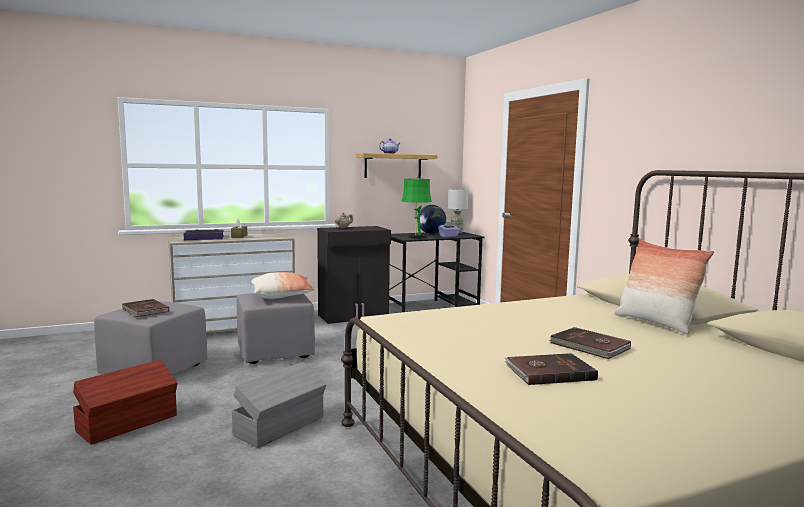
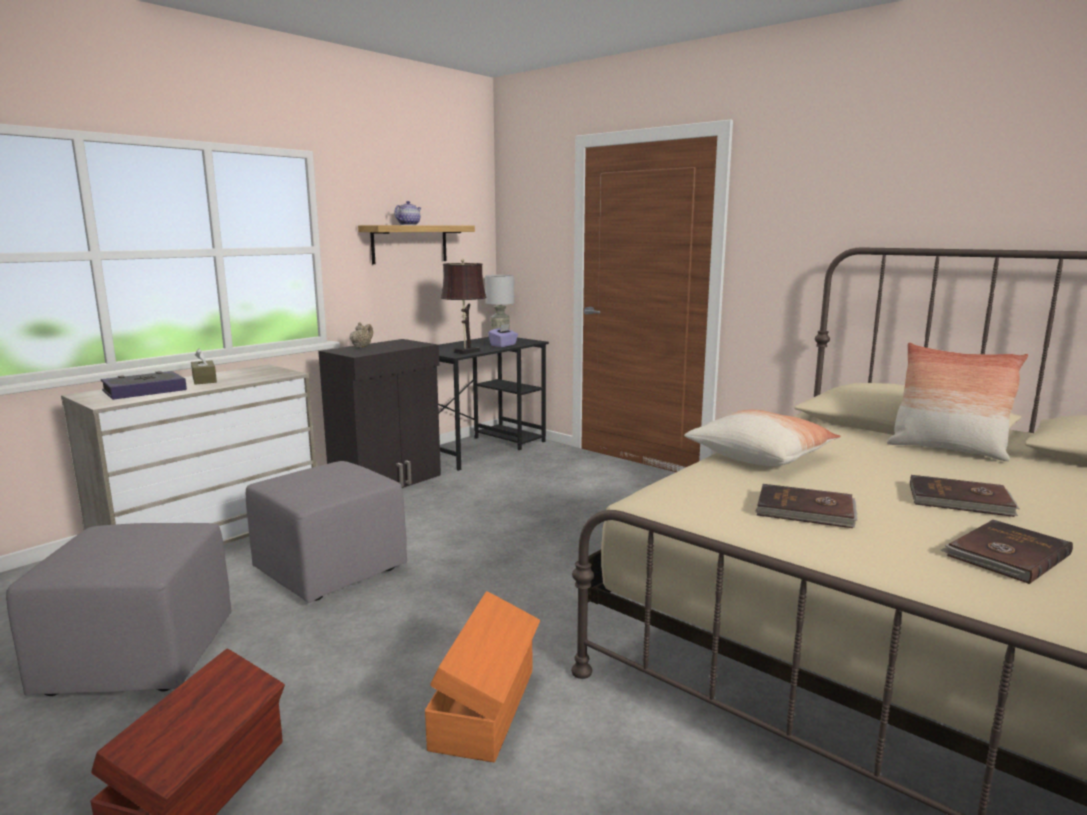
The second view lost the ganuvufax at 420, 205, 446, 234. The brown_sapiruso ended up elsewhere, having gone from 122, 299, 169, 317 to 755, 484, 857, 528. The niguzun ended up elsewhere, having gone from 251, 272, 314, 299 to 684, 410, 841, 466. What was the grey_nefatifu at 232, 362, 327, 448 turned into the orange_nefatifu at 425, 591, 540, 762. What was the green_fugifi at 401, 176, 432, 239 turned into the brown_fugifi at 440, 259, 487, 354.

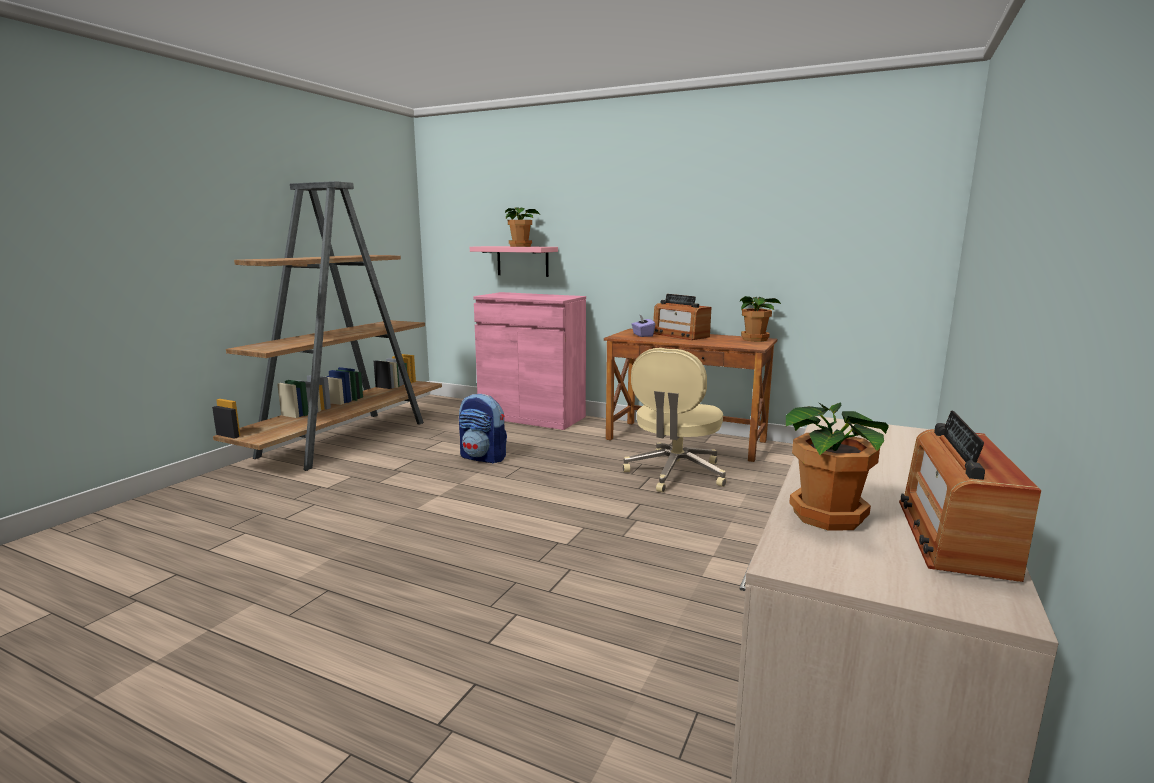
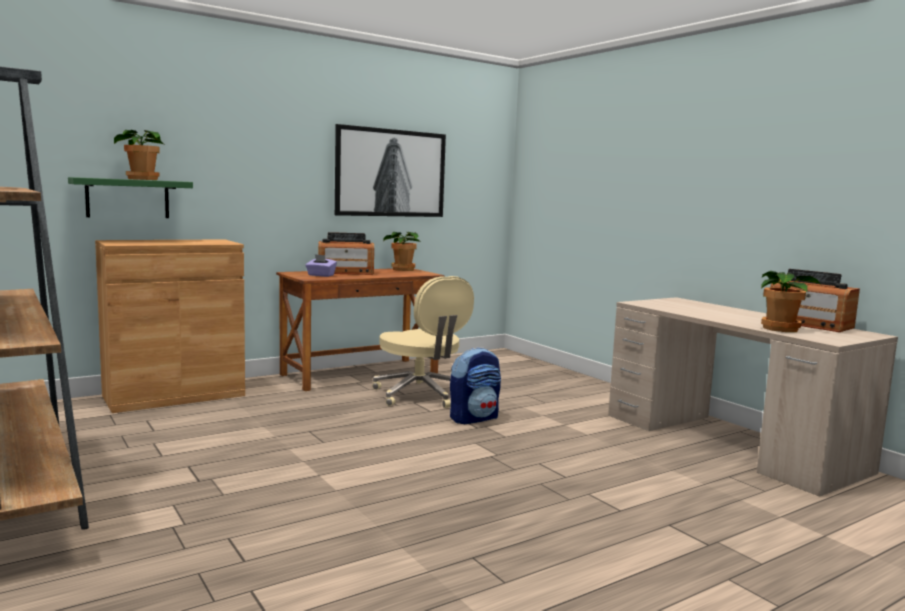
The second view gained the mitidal at 335, 124, 446, 217. The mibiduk ended up elsewhere, having gone from 459, 394, 507, 464 to 450, 348, 501, 424. What was the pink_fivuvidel at 470, 246, 558, 277 turned into the green_fivuvidel at 68, 177, 193, 218. What was the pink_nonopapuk at 473, 292, 586, 430 turned into the brown_nonopapuk at 95, 240, 245, 413.

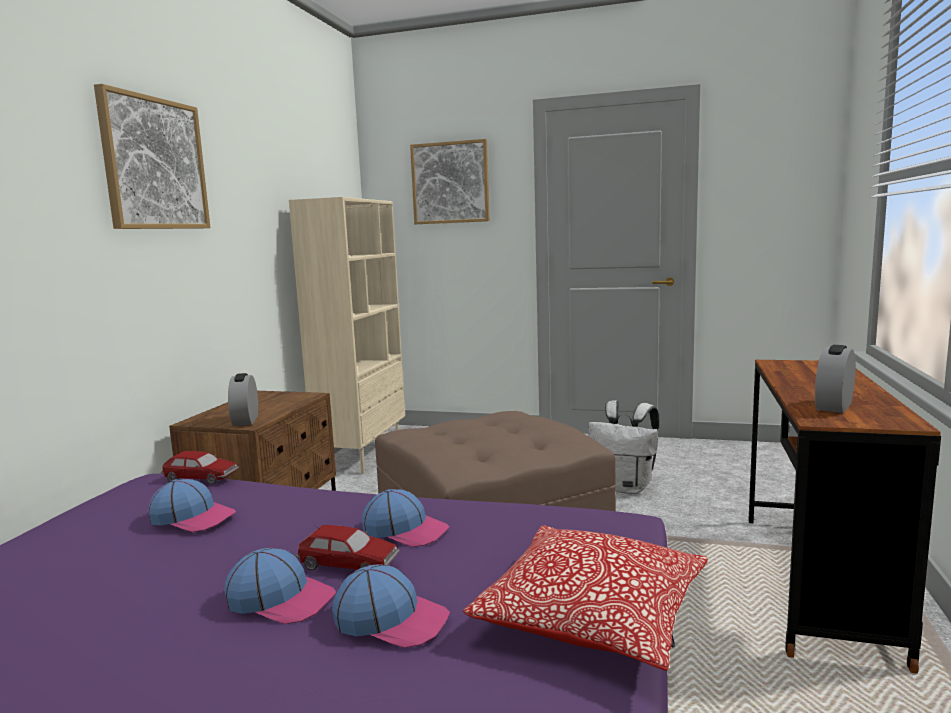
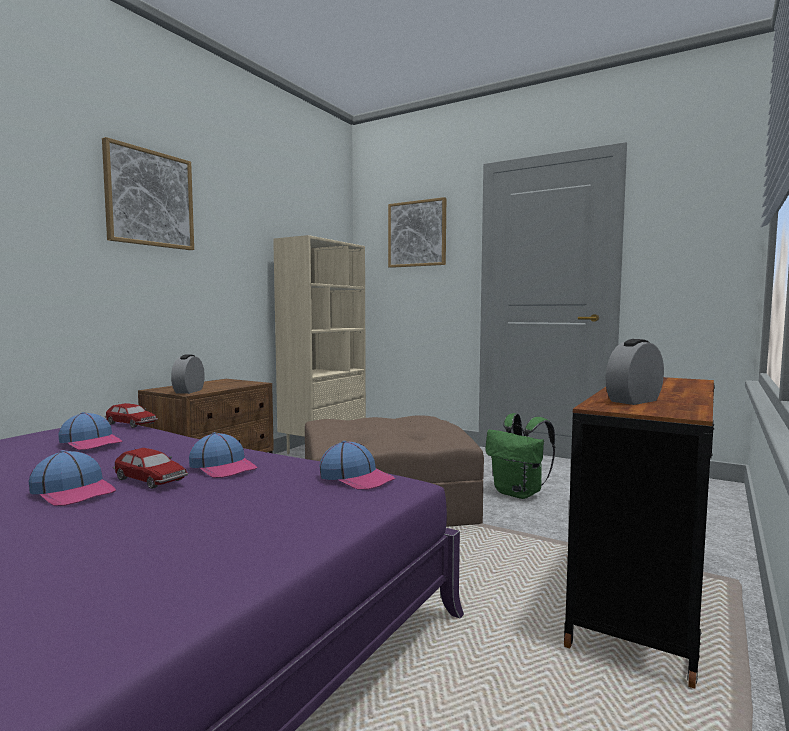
The second view lost the niguzun at 463, 525, 708, 671. The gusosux ended up elsewhere, having gone from 332, 564, 450, 648 to 320, 441, 395, 490. What was the white_mibiduk at 588, 400, 659, 494 turned into the green_mibiduk at 485, 413, 555, 499.

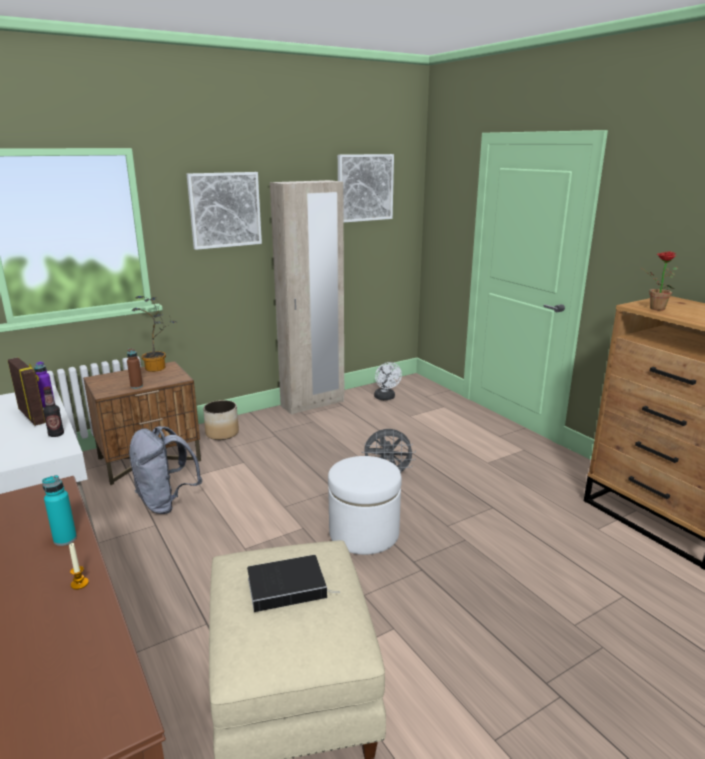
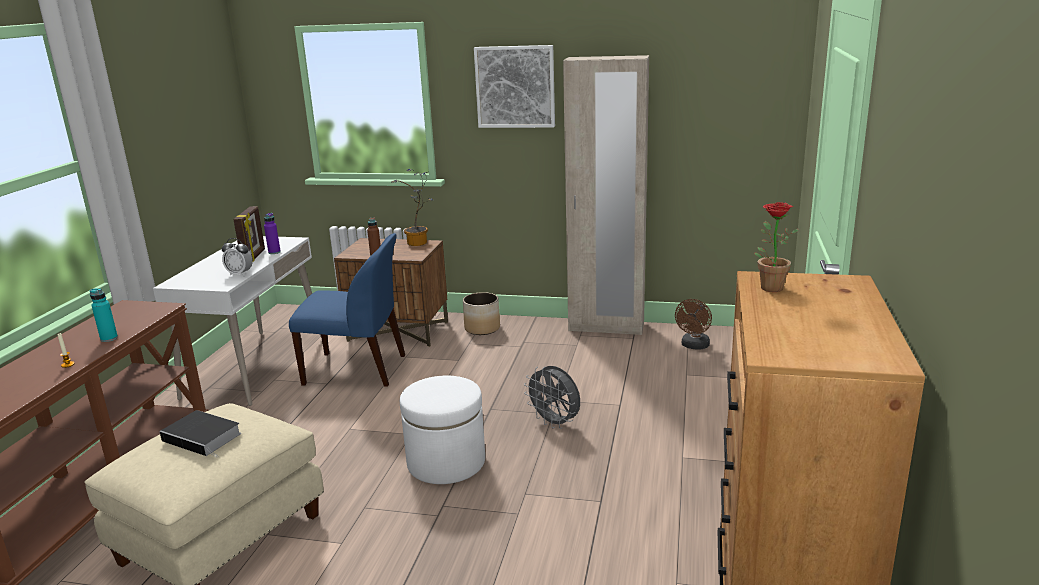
The second view lost the mitidal at 338, 154, 394, 223. Where the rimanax stood at 43, 387, 64, 437, the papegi came to stand at 222, 238, 253, 276. Where the grey_mibiduk stood at 129, 426, 202, 514, the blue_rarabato came to stand at 289, 233, 405, 387. What was the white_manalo at 374, 362, 402, 400 turned into the brown_manalo at 675, 299, 712, 350.

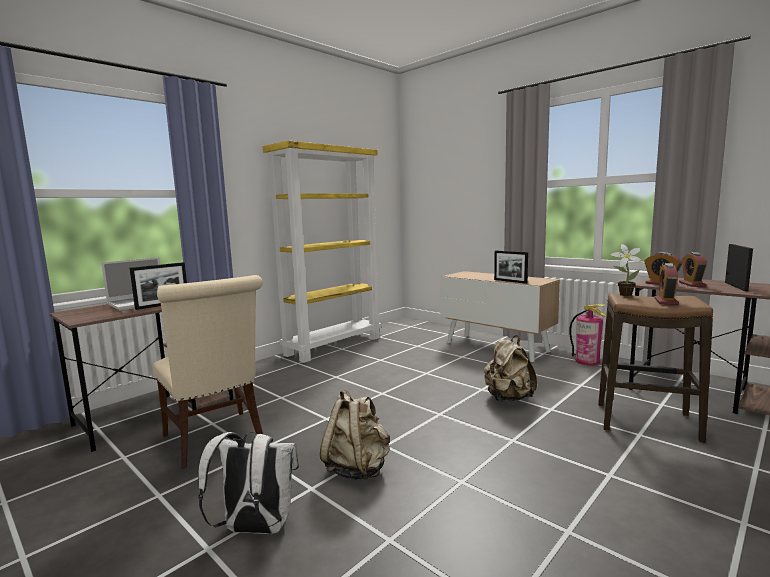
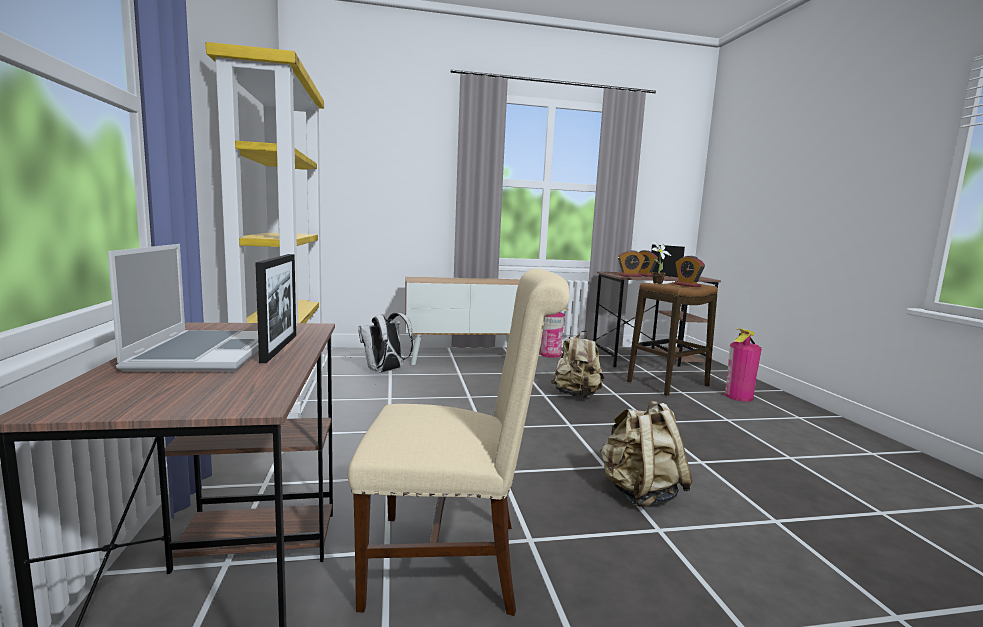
The second view lost the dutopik at 494, 250, 528, 284. The second view gained the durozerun at 725, 329, 762, 401. The white_mibiduk ended up elsewhere, having gone from 198, 432, 299, 534 to 358, 313, 413, 373.

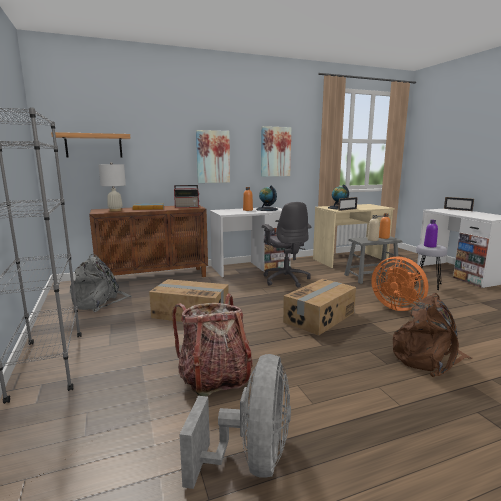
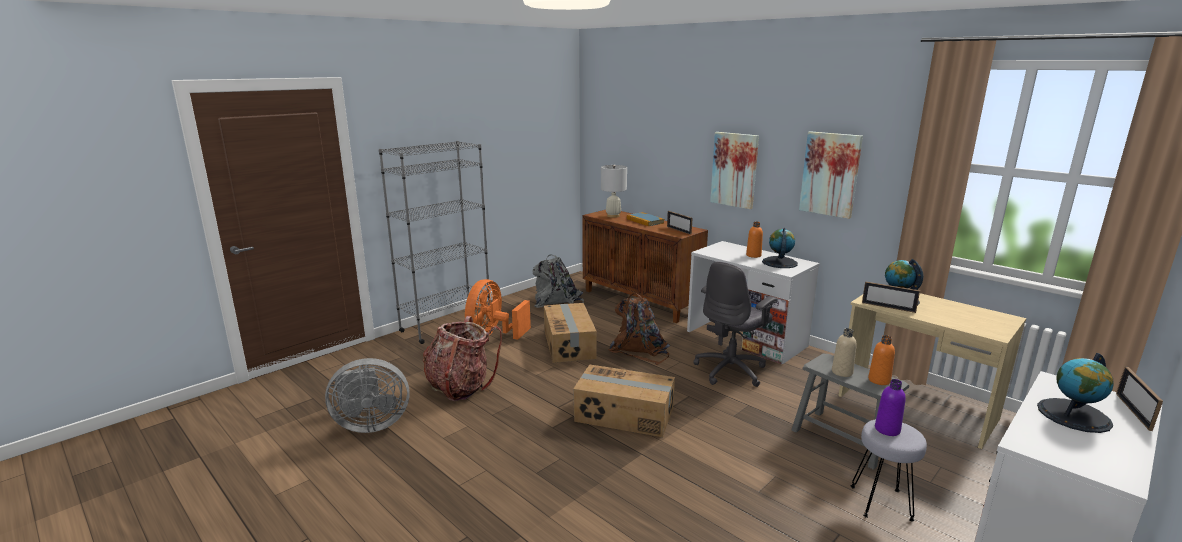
The second view lost the fivuvidel at 51, 132, 130, 158. The second view gained the ganuvufax at 1037, 353, 1114, 433. The orange_manalo ended up elsewhere, having gone from 371, 257, 428, 311 to 465, 279, 531, 340. The brown_mibiduk ended up elsewhere, having gone from 393, 293, 472, 377 to 608, 293, 670, 365. Where the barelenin stood at 174, 185, 199, 208, the dutopik came to stand at 667, 211, 692, 235.

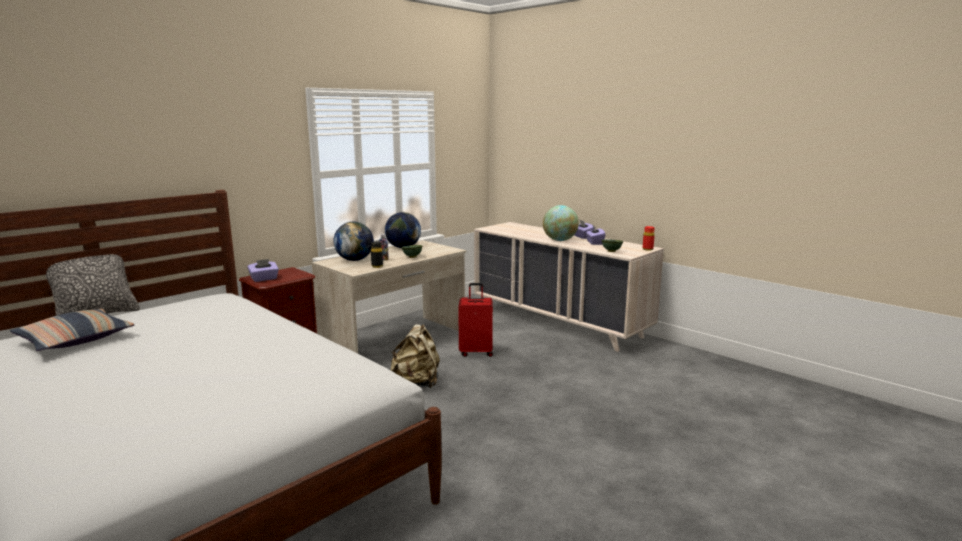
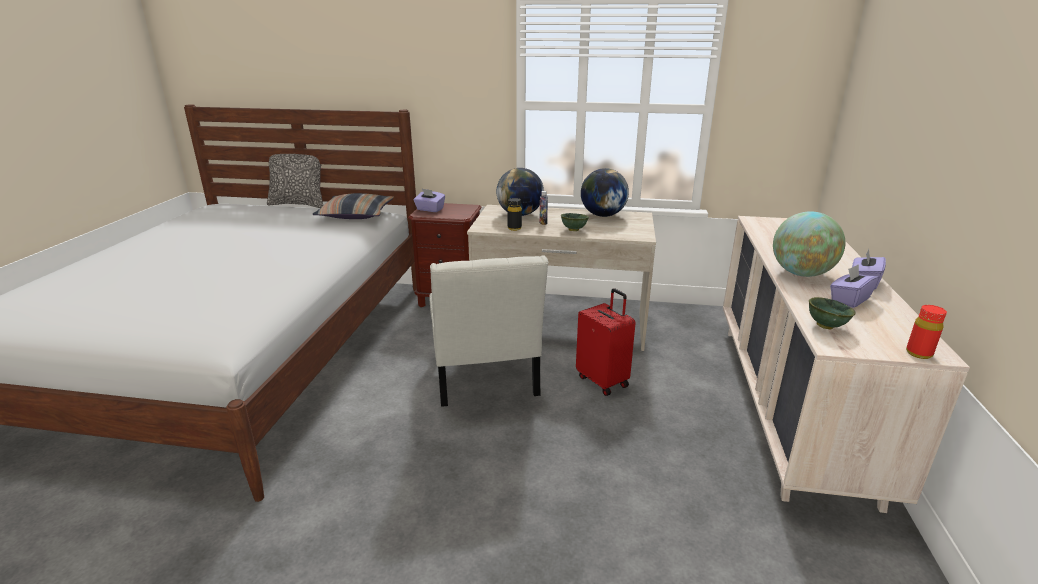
The niguzun ended up elsewhere, having gone from 10, 309, 134, 351 to 312, 193, 394, 219. Where the beige_mibiduk stood at 391, 324, 440, 388, the white_rarabato came to stand at 429, 255, 548, 407.

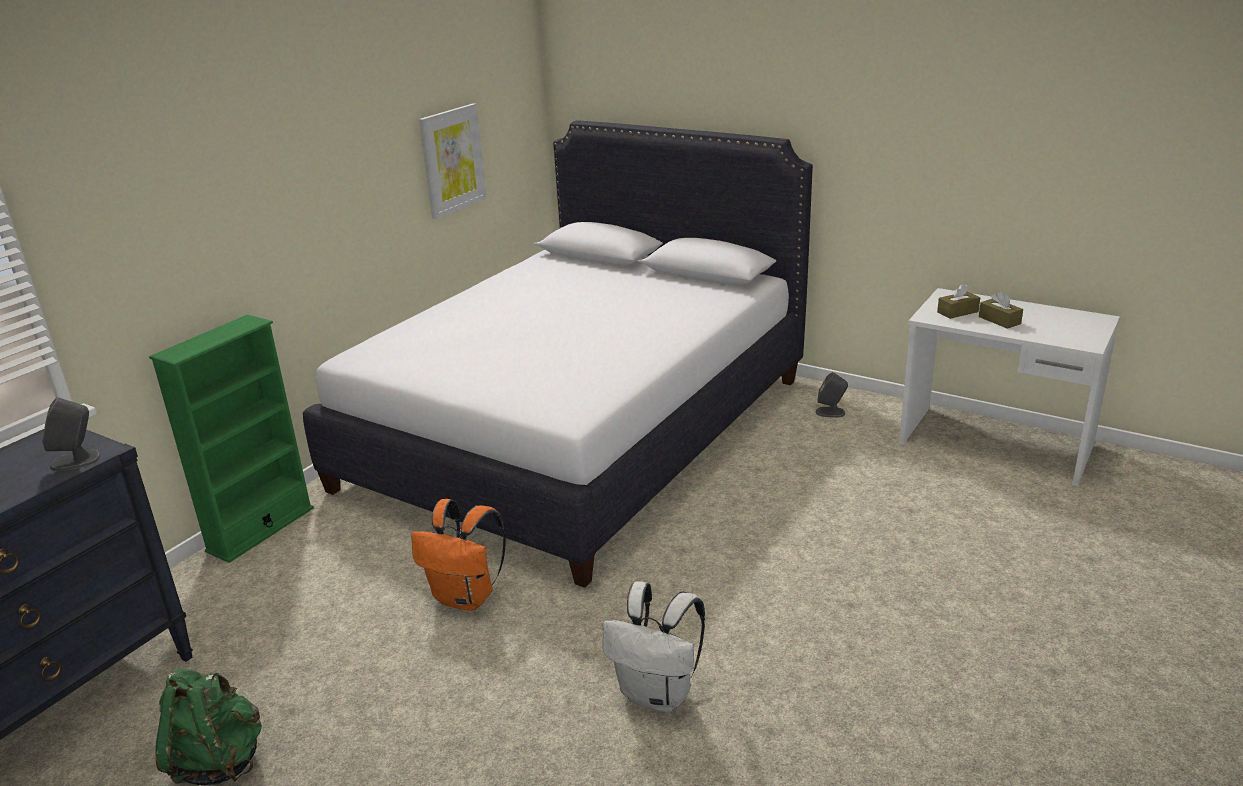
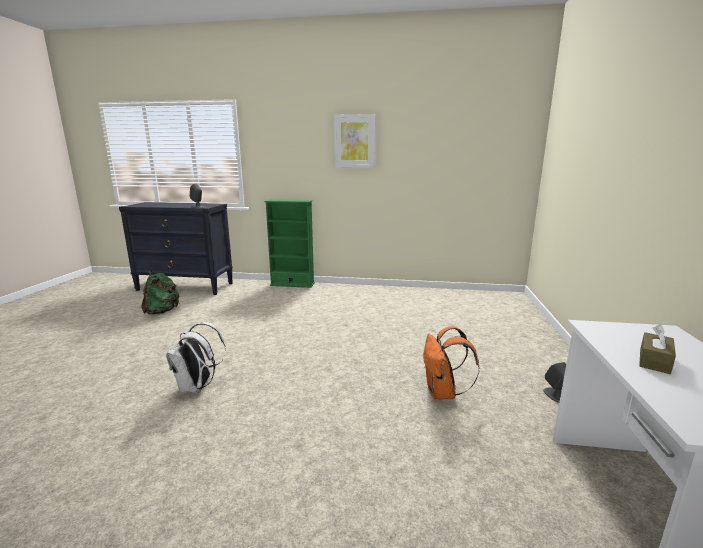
The second view lost the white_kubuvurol at 303, 120, 813, 588. The second view lost the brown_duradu at 937, 284, 980, 319. The orange_mibiduk ended up elsewhere, having gone from 411, 499, 506, 611 to 423, 326, 479, 399. The mitidal ended up elsewhere, having gone from 419, 103, 487, 219 to 334, 114, 376, 168.

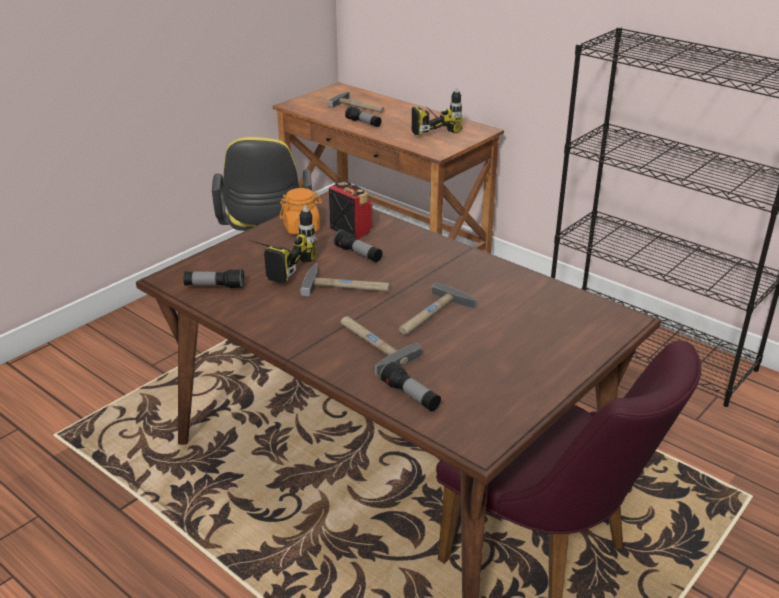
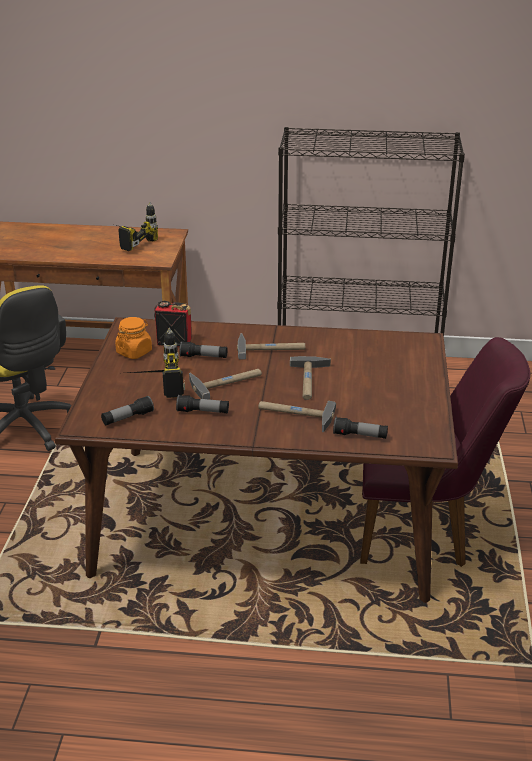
The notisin ended up elsewhere, having gone from 327, 92, 384, 113 to 237, 333, 305, 360. The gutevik ended up elsewhere, having gone from 345, 106, 382, 127 to 176, 395, 229, 413.

